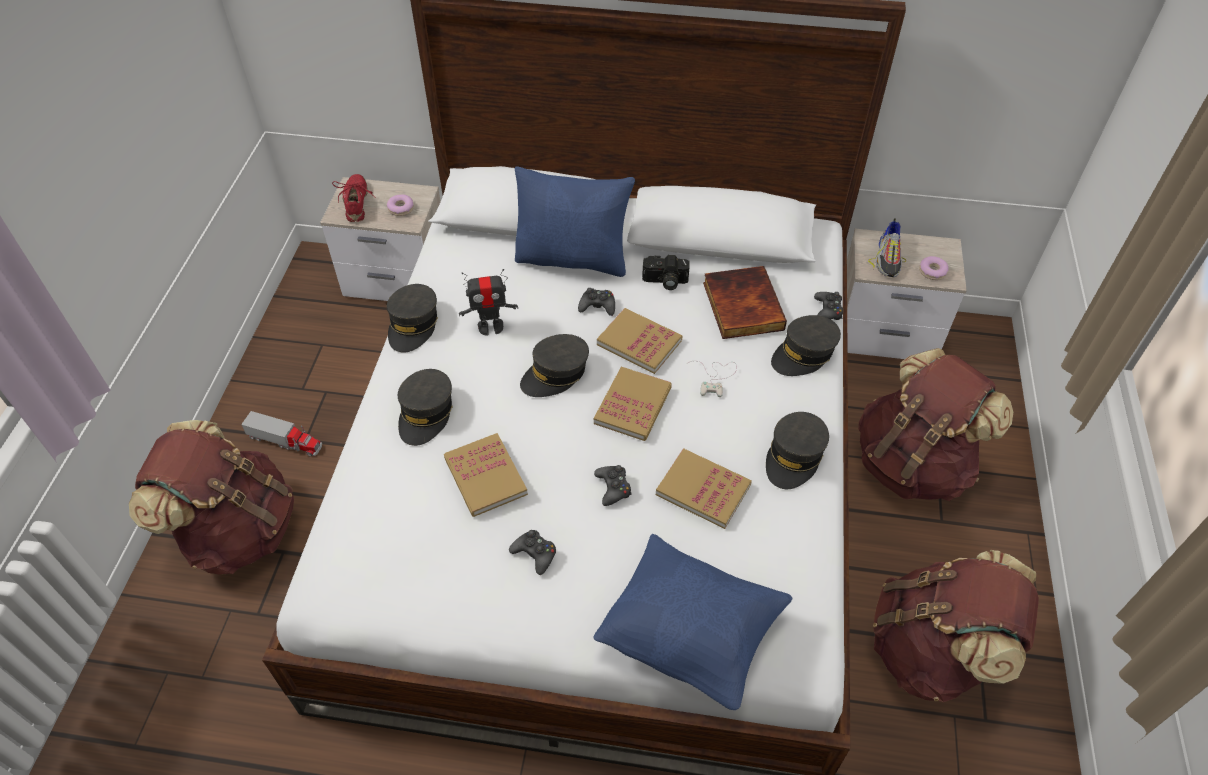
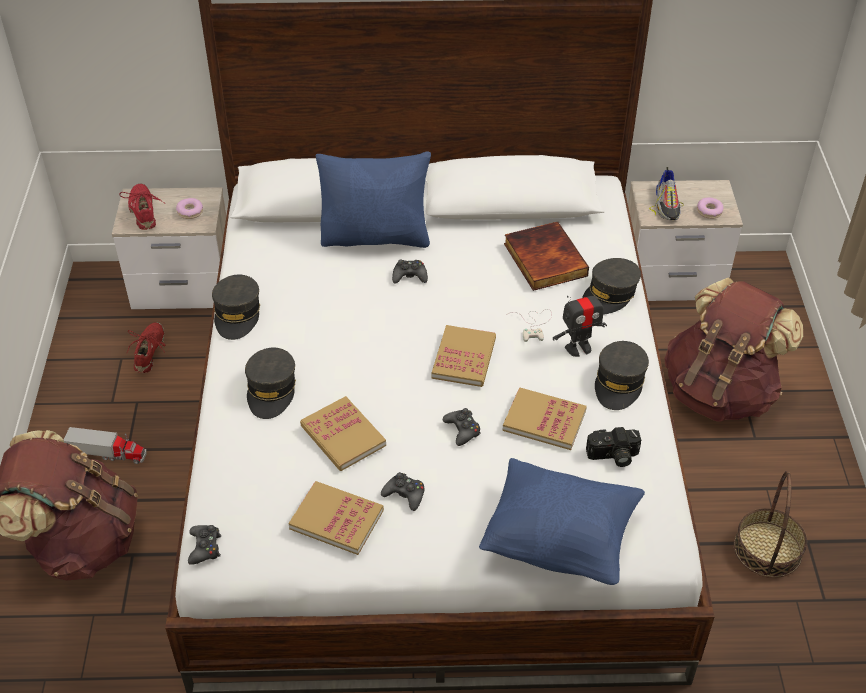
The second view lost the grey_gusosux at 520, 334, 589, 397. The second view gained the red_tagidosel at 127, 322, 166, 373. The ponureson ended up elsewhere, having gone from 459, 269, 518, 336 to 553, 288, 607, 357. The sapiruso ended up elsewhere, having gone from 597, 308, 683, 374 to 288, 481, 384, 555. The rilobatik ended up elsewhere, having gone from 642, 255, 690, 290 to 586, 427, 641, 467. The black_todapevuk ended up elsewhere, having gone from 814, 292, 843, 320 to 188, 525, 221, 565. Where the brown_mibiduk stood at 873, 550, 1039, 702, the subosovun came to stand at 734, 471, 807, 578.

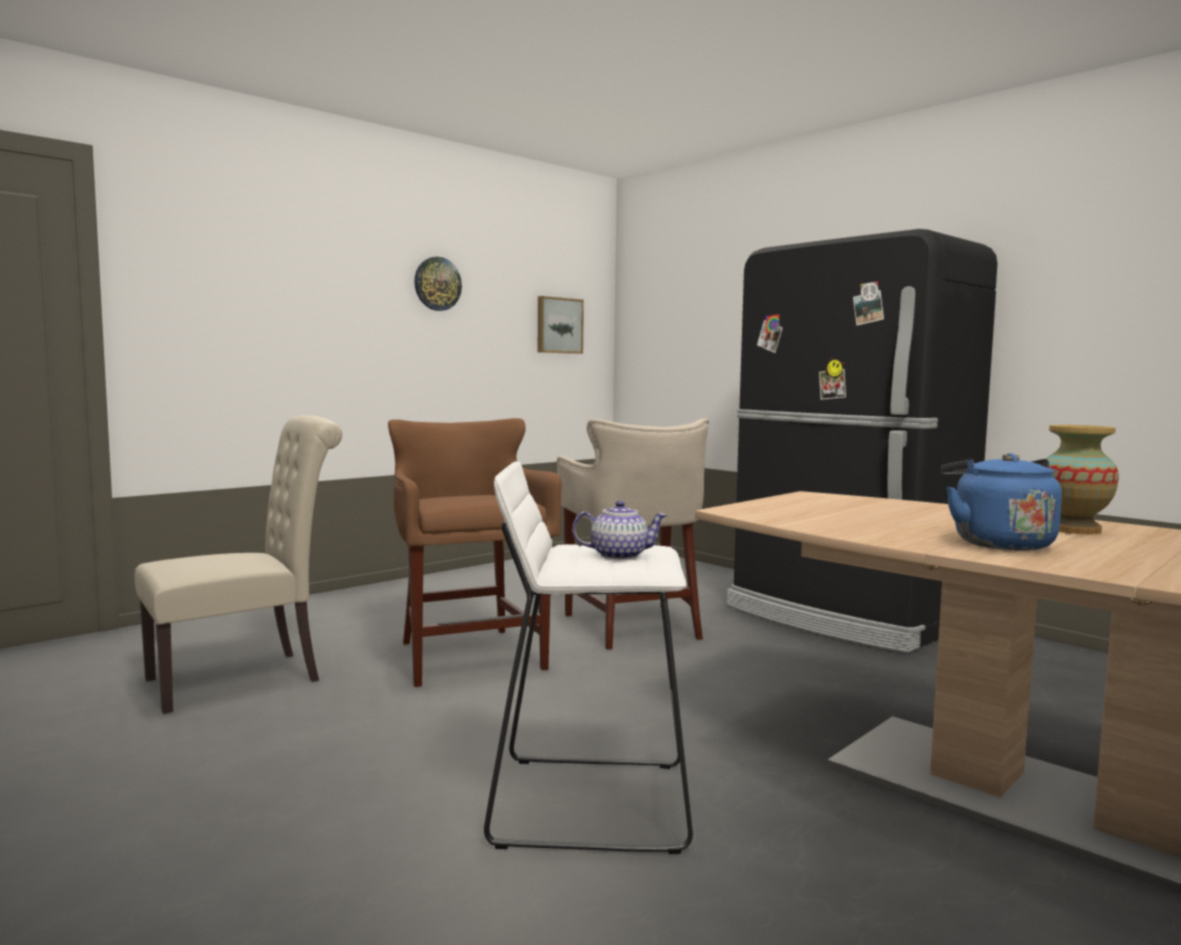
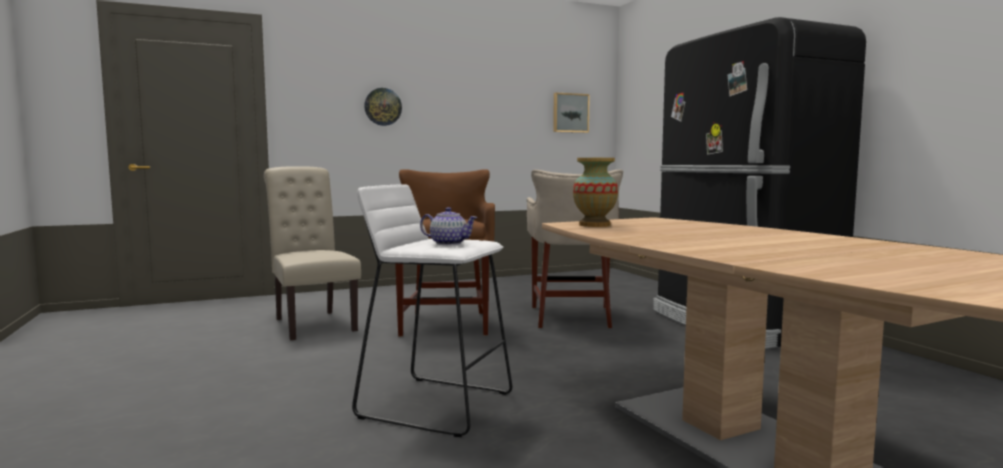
The second view lost the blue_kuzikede at 941, 453, 1062, 551. The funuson ended up elsewhere, having gone from 414, 257, 462, 311 to 364, 88, 402, 126. The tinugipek ended up elsewhere, having gone from 1046, 425, 1119, 534 to 573, 158, 618, 227. The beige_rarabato at 135, 415, 342, 714 ended up facing another way, 105 degrees counterclockwise from before.

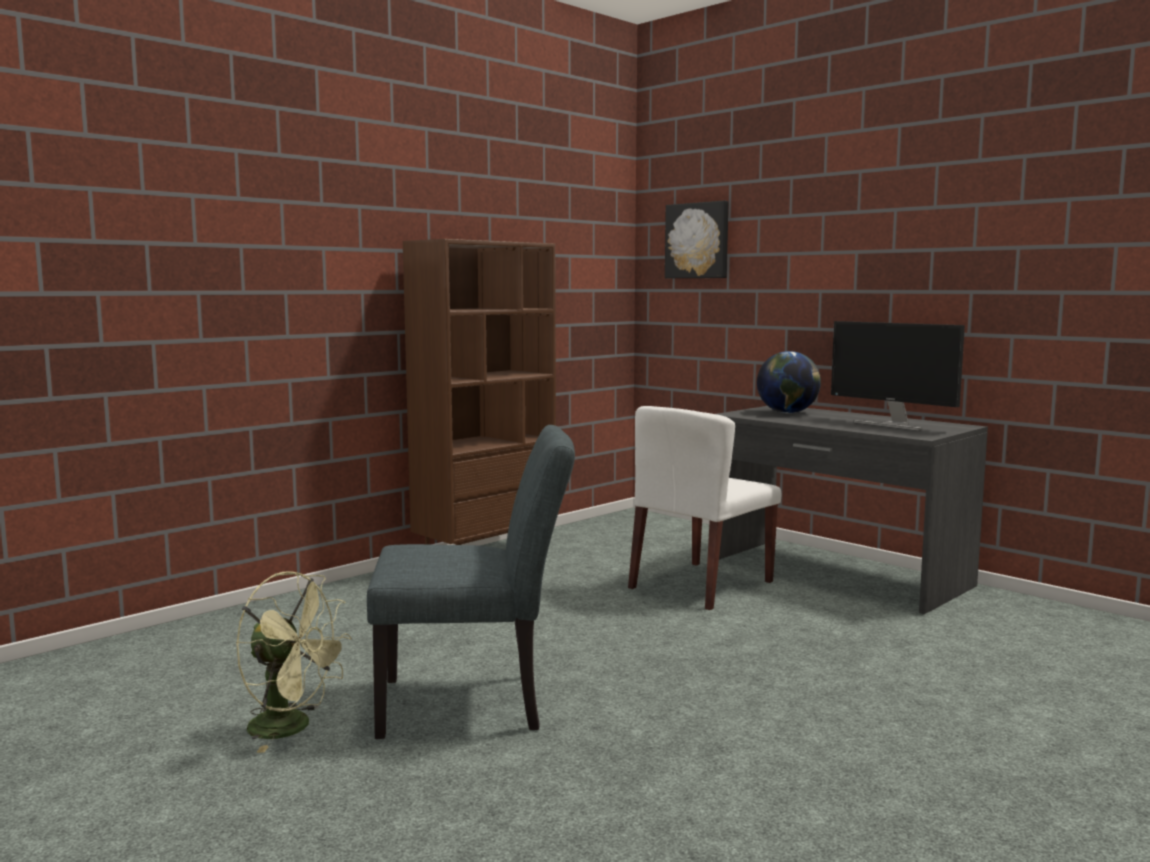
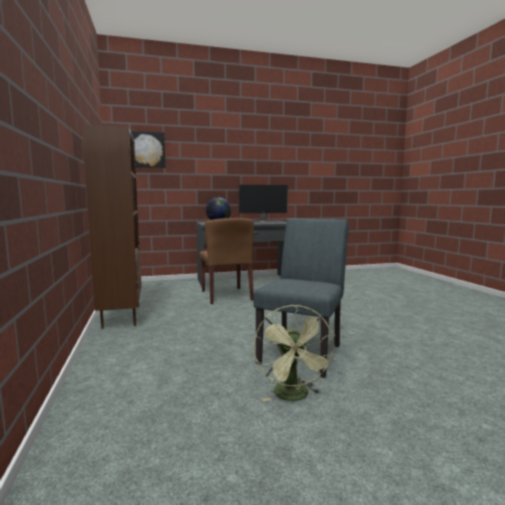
What was the white_rarabato at 628, 406, 781, 610 turned into the brown_rarabato at 200, 218, 254, 304. The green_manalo at 236, 571, 352, 753 ended up facing another way, 120 degrees clockwise from before.

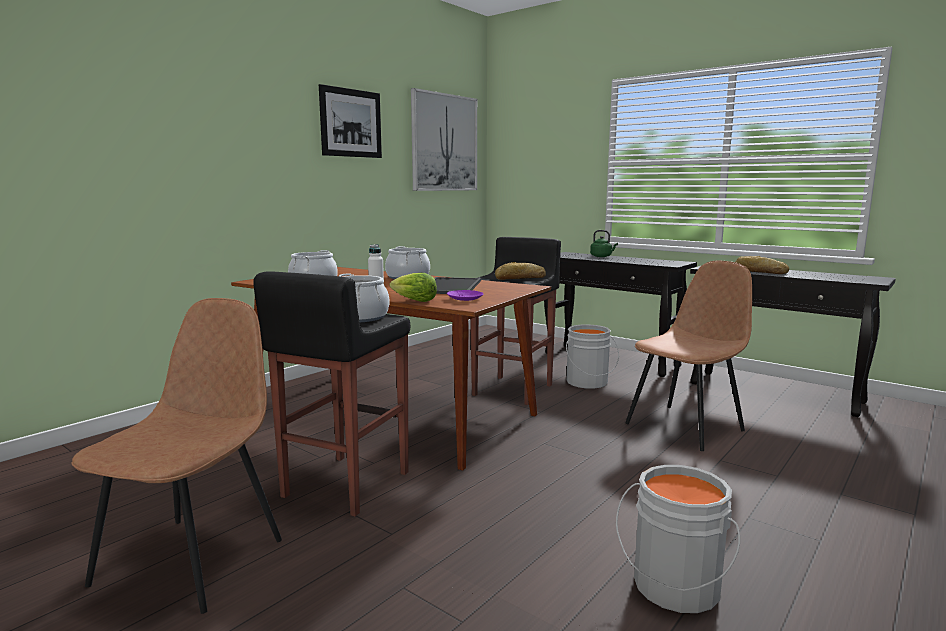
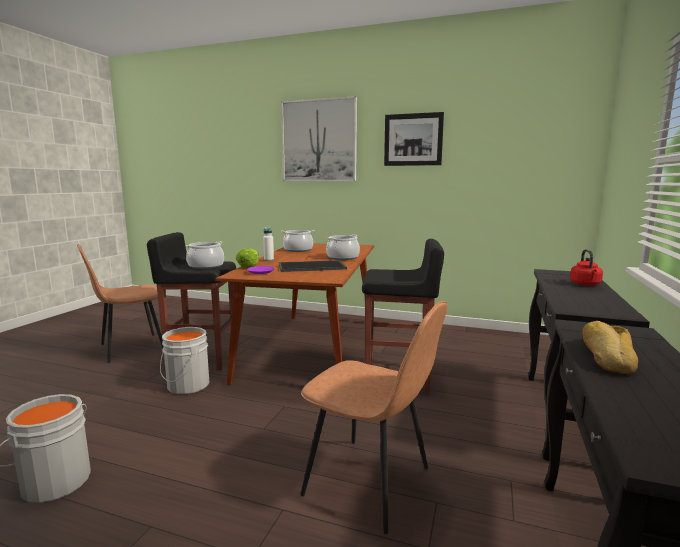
The second view lost the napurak at 495, 262, 546, 280. The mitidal ended up elsewhere, having gone from 411, 88, 477, 191 to 281, 96, 357, 181. The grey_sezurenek ended up elsewhere, having gone from 566, 324, 619, 389 to 160, 327, 209, 394. What was the green_kuzikede at 590, 230, 618, 257 turned into the red_kuzikede at 570, 249, 603, 286. The brown_rarabato at 71, 298, 282, 614 ended up facing another way, 150 degrees clockwise from before.

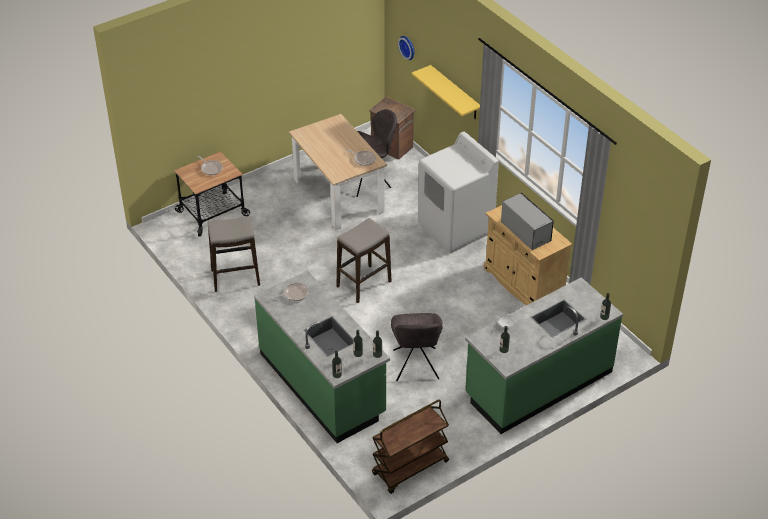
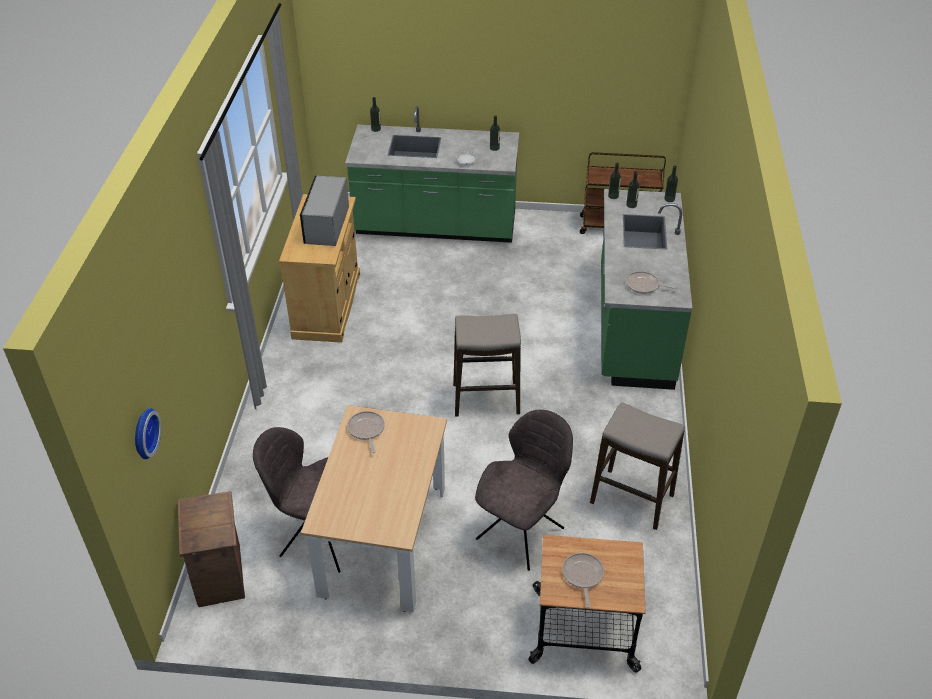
The second view lost the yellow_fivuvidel at 412, 65, 480, 119. The second view lost the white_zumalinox at 418, 132, 499, 253. The grey_rarabato ended up elsewhere, having gone from 391, 313, 443, 381 to 475, 410, 573, 571.

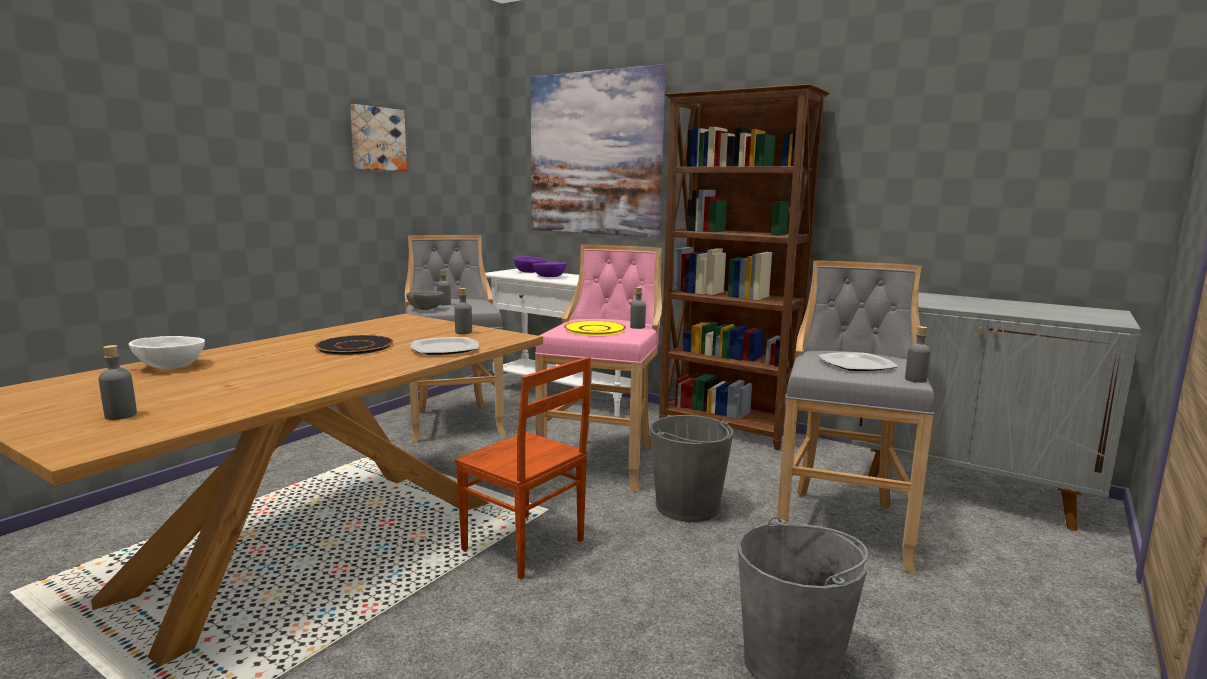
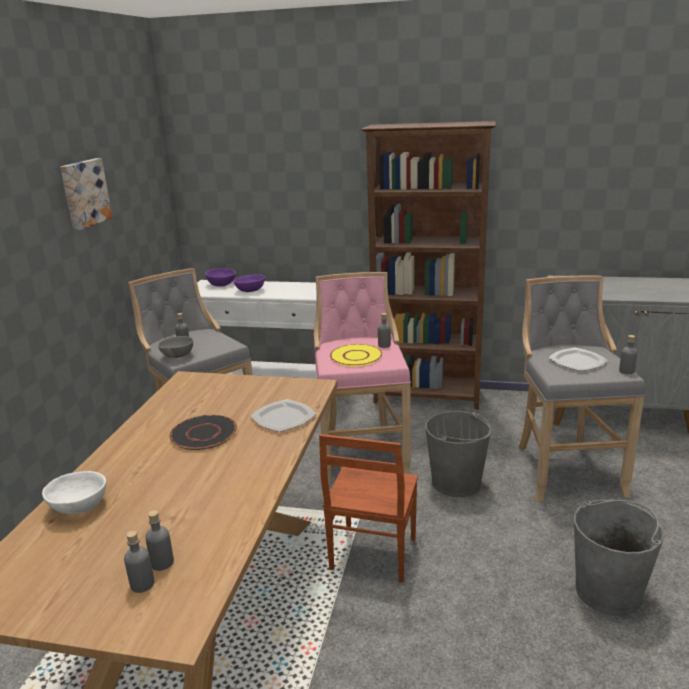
The second view lost the mitidal at 531, 64, 666, 237. The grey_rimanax ended up elsewhere, having gone from 455, 288, 472, 334 to 145, 510, 174, 571. The brown_rarabato at 455, 357, 591, 579 ended up facing another way, 90 degrees clockwise from before.

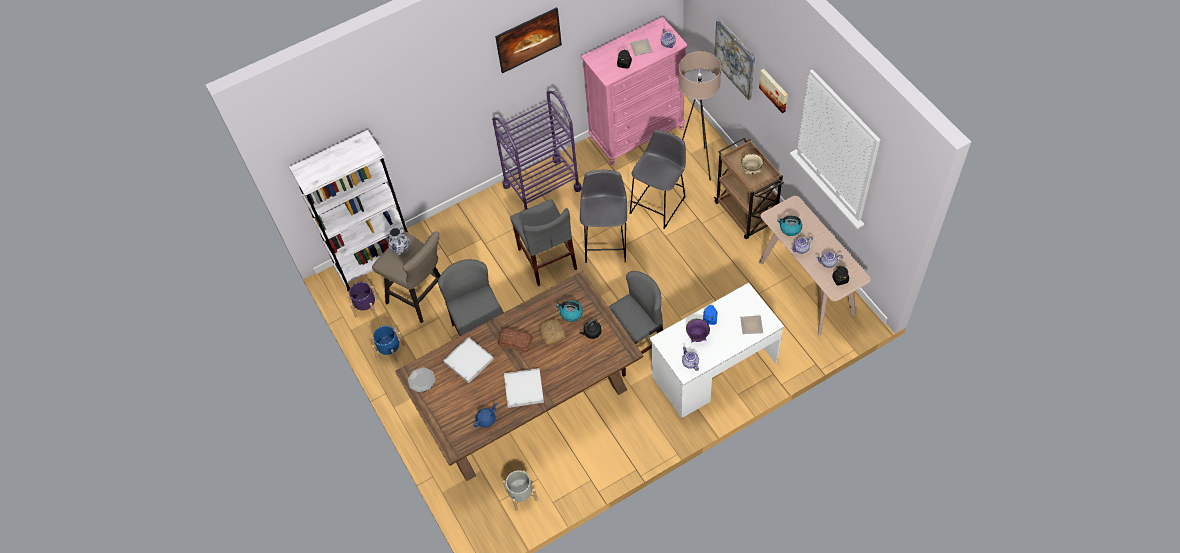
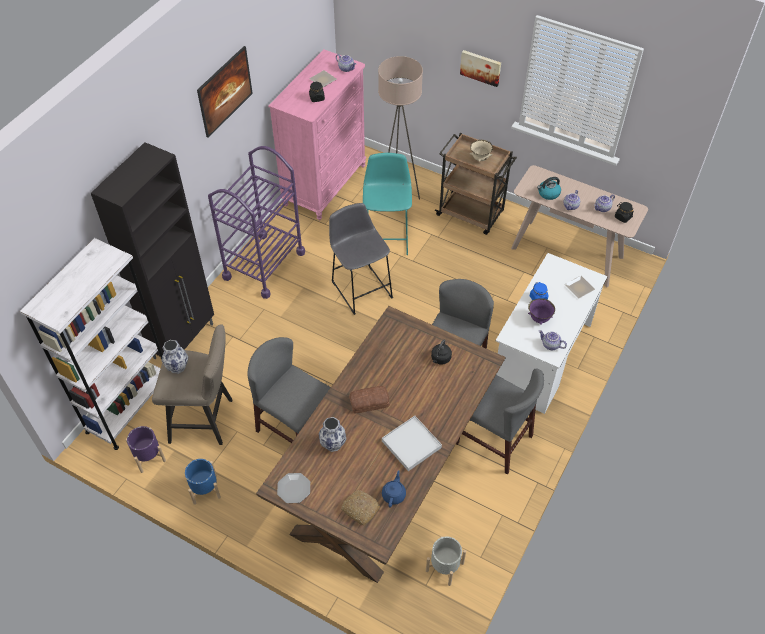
The second view lost the kuzikede at 556, 301, 583, 322. The second view lost the mitidal at 714, 19, 755, 100. The second view gained the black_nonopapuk at 91, 142, 214, 359. The grey_rarabato ended up elsewhere, having gone from 510, 199, 577, 286 to 456, 369, 544, 475. The napurak ended up elsewhere, having gone from 538, 320, 566, 345 to 341, 490, 380, 525. Where the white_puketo stood at 443, 337, 494, 383, the tinugipek came to stand at 319, 417, 346, 452. What was the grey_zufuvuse at 629, 130, 686, 229 turned into the turquoise_zufuvuse at 363, 153, 412, 255.

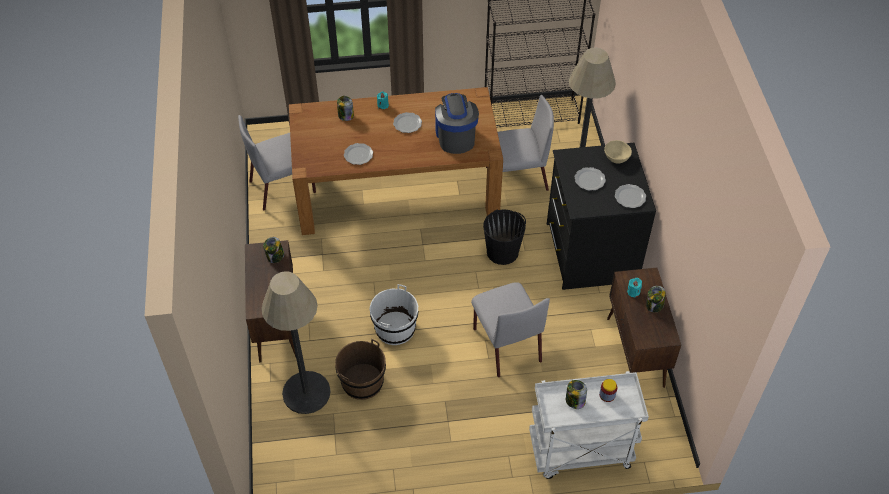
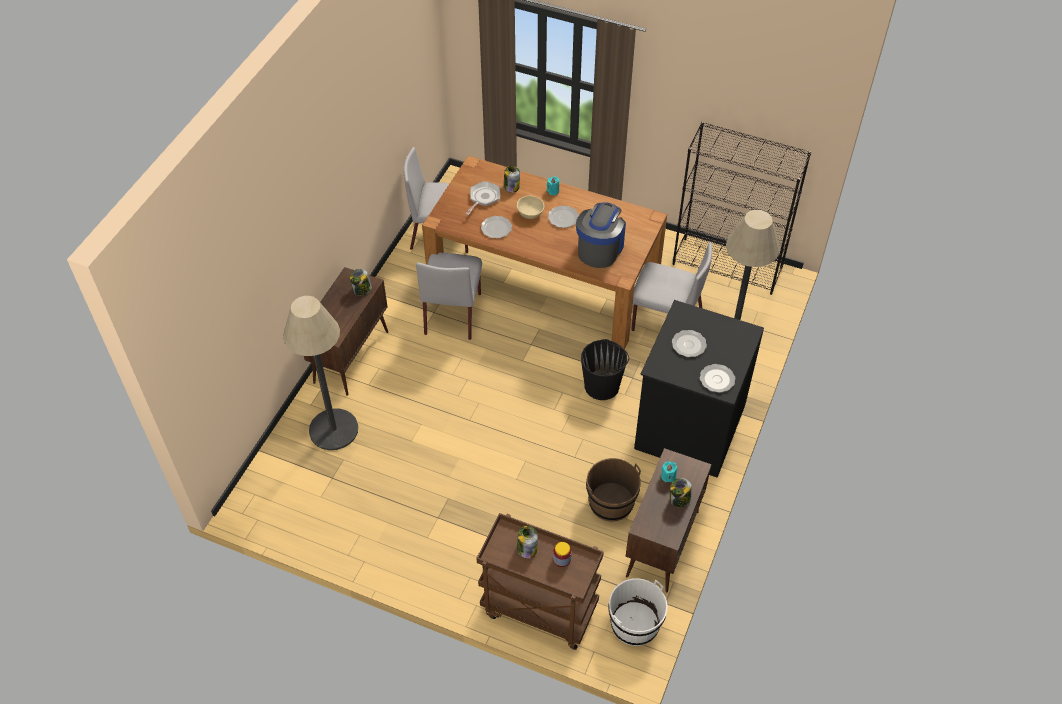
The second view gained the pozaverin at 465, 181, 500, 215. The brown_sezurenek ended up elsewhere, having gone from 335, 339, 386, 400 to 586, 458, 641, 521. The white_sezurenek ended up elsewhere, having gone from 370, 284, 418, 345 to 608, 578, 667, 646. The grey_rarabato ended up elsewhere, having gone from 471, 282, 550, 377 to 416, 253, 482, 340. The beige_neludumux ended up elsewhere, having gone from 604, 140, 632, 164 to 517, 196, 544, 219. What was the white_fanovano at 529, 371, 649, 479 turned into the brown_fanovano at 477, 513, 604, 650.

